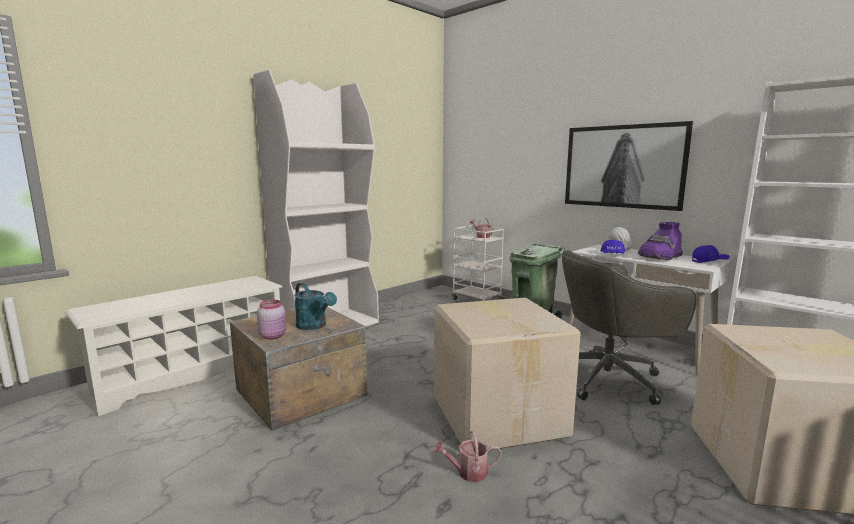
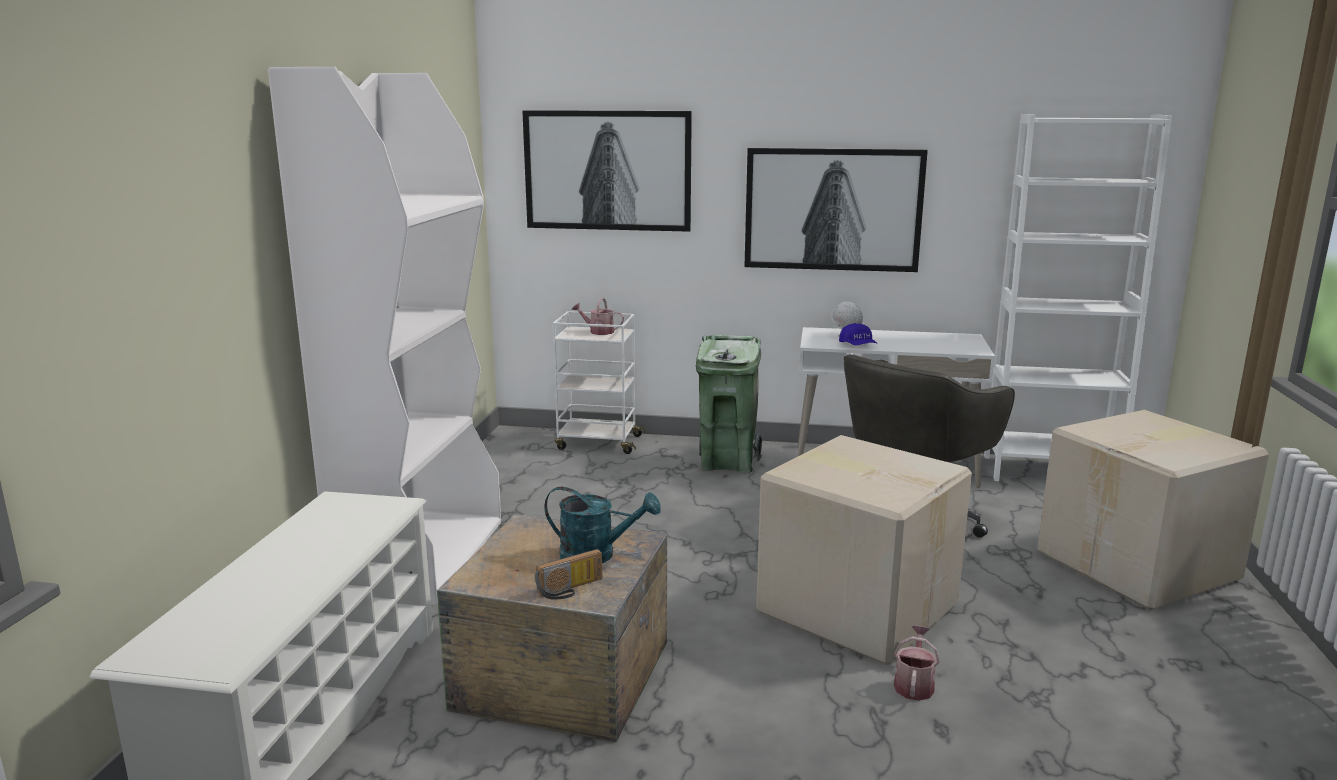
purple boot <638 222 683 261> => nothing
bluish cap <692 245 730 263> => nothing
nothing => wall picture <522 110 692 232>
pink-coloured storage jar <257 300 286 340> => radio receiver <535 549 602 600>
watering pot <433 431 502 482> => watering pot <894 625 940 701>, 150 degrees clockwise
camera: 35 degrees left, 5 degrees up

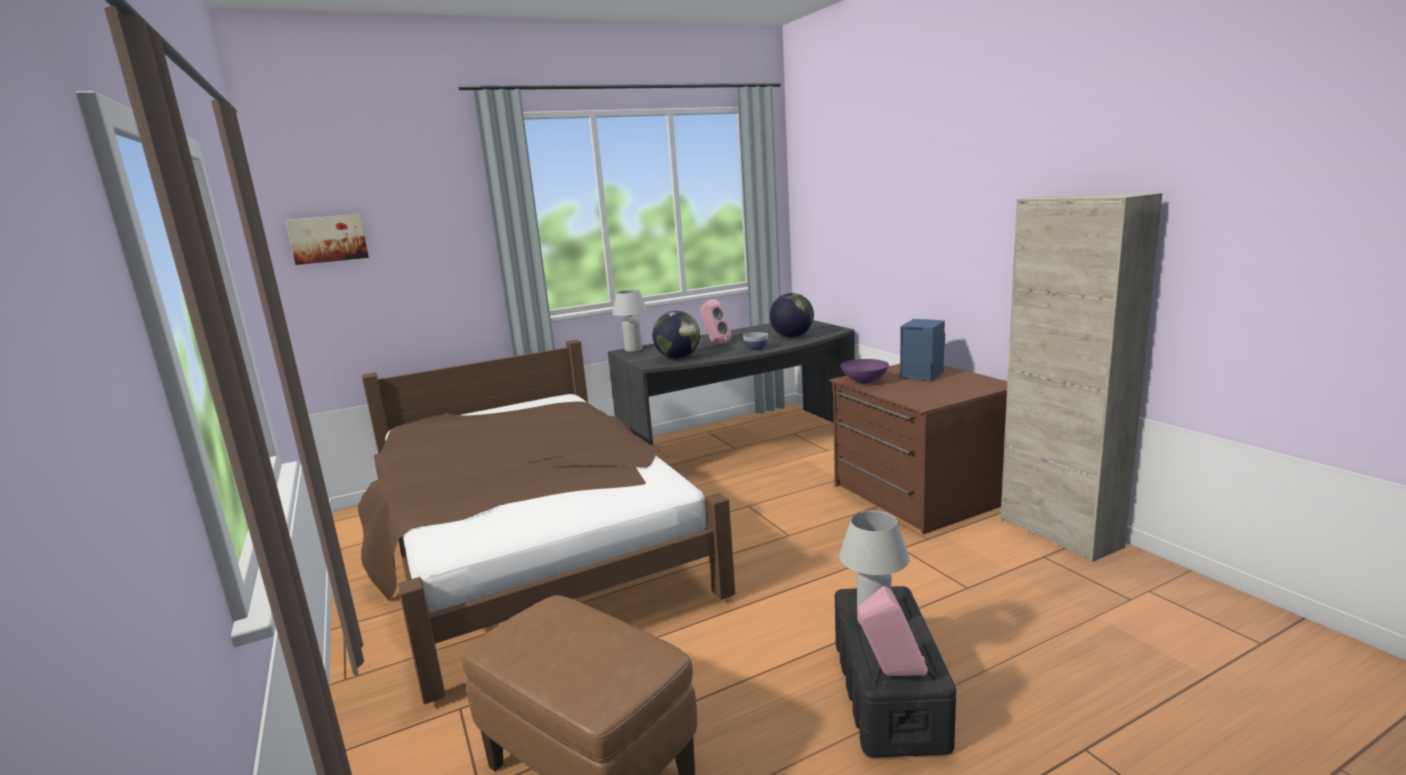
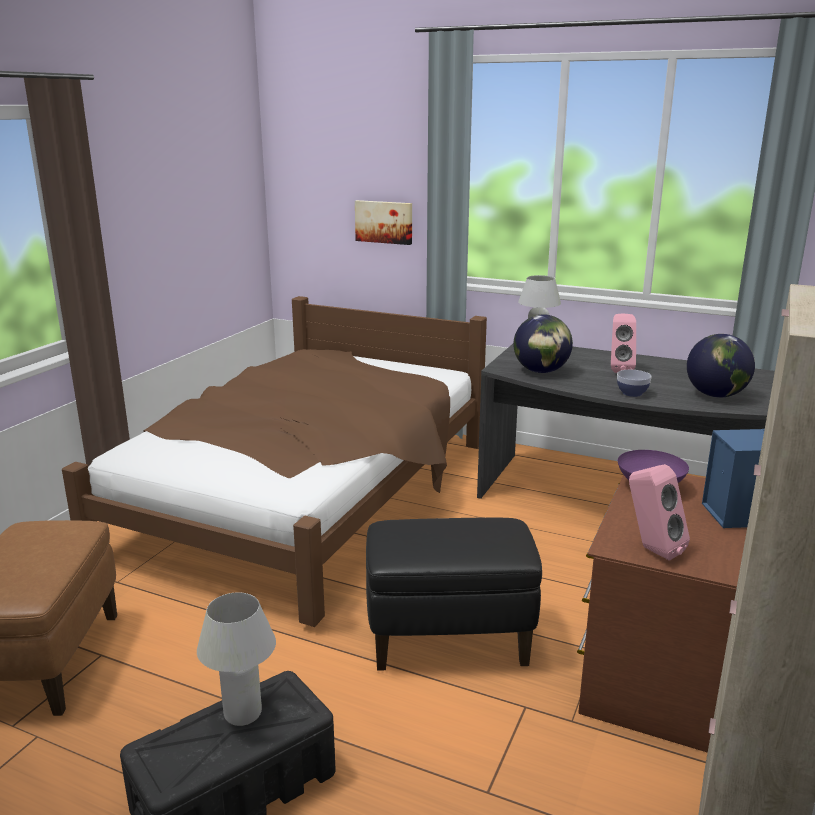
nothing => black ottoman <366 518 542 671>
wall picture <285 214 369 265> => wall picture <355 200 412 245>, shifted
pink-coloured speaker <857 586 928 676> => pink-coloured speaker <629 464 690 561>, shifted
camera: 50 degrees right, 5 degrees up

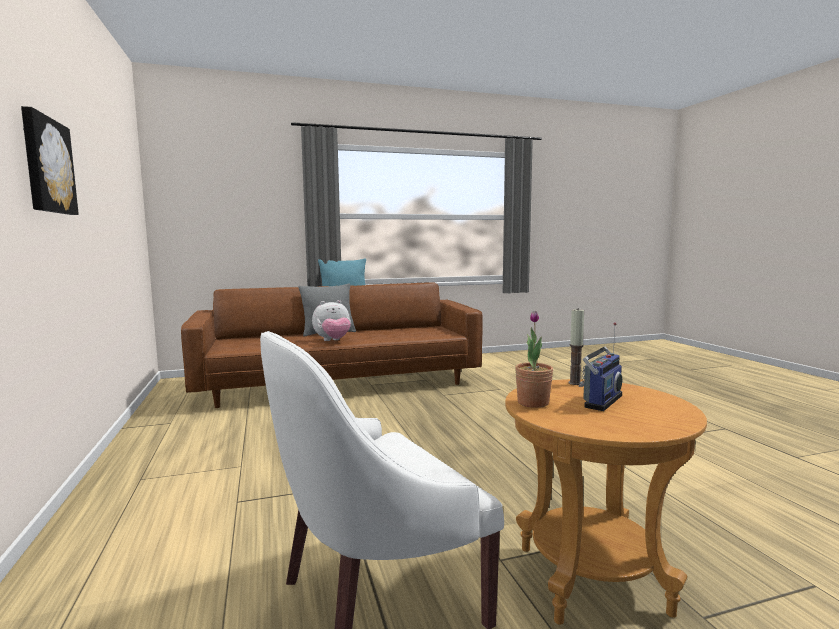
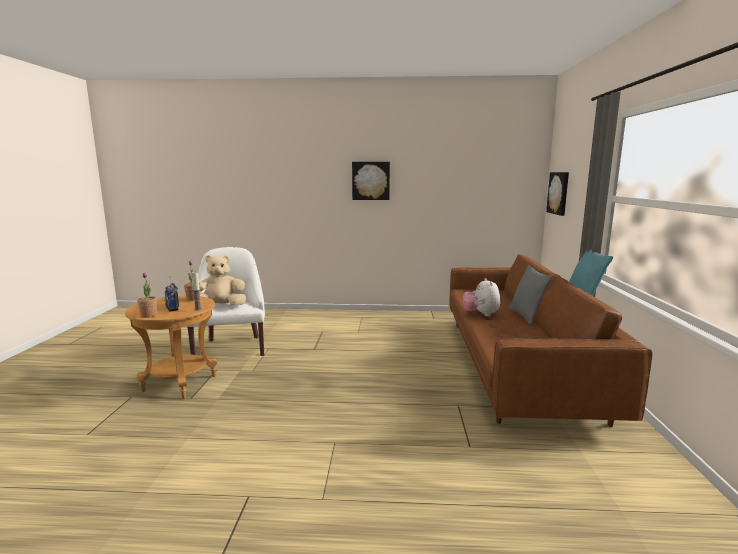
nothing => potted plant <137 273 157 318>
nothing => beige soft toy <199 255 246 306>
nothing => wall picture <546 172 569 216>
camera: 110 degrees right, 5 degrees up

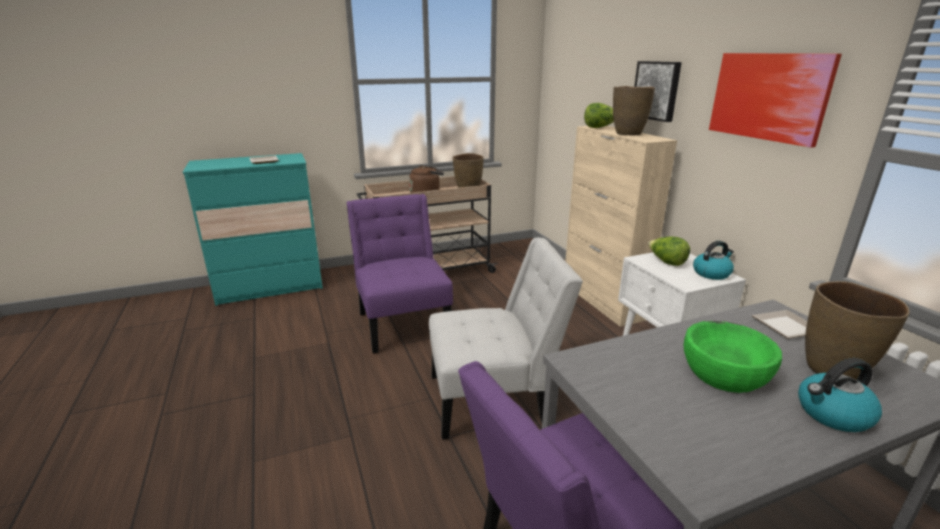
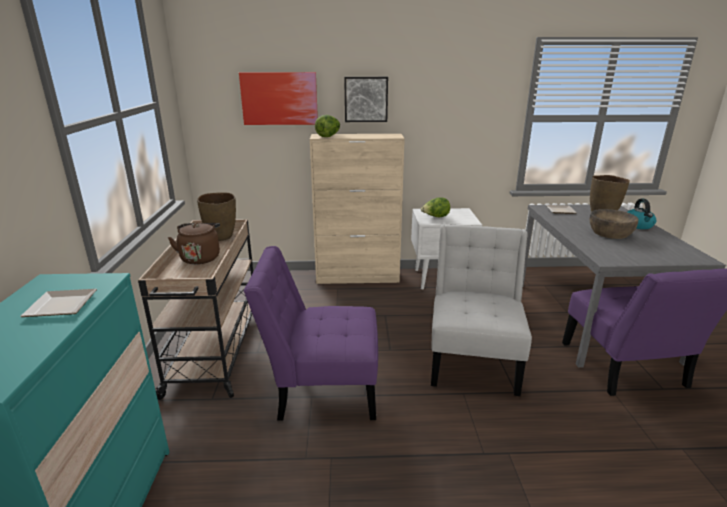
brown-coloured flower vase <613 86 655 135> => nothing
tea kettle <693 241 734 280> => nothing
wall picture <709 53 842 148> => wall picture <239 72 318 125>, shifted
green bowl <684 321 782 393> => brown-coloured bowl <590 209 639 239>
camera: 70 degrees left, 0 degrees up

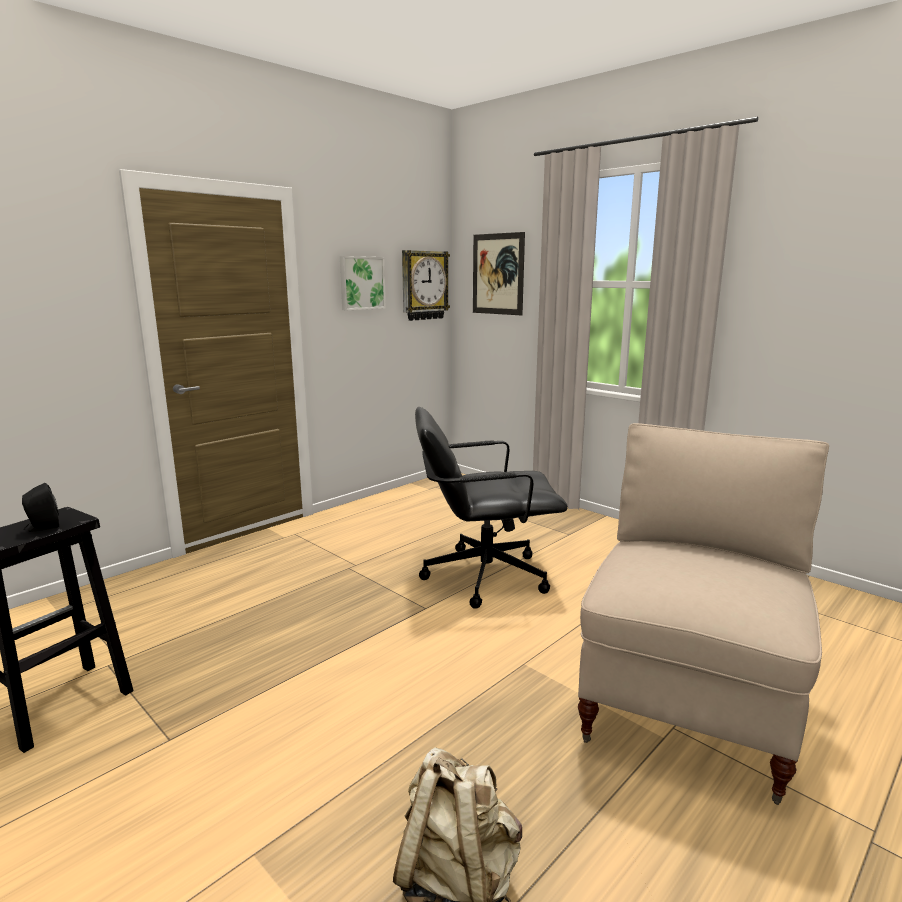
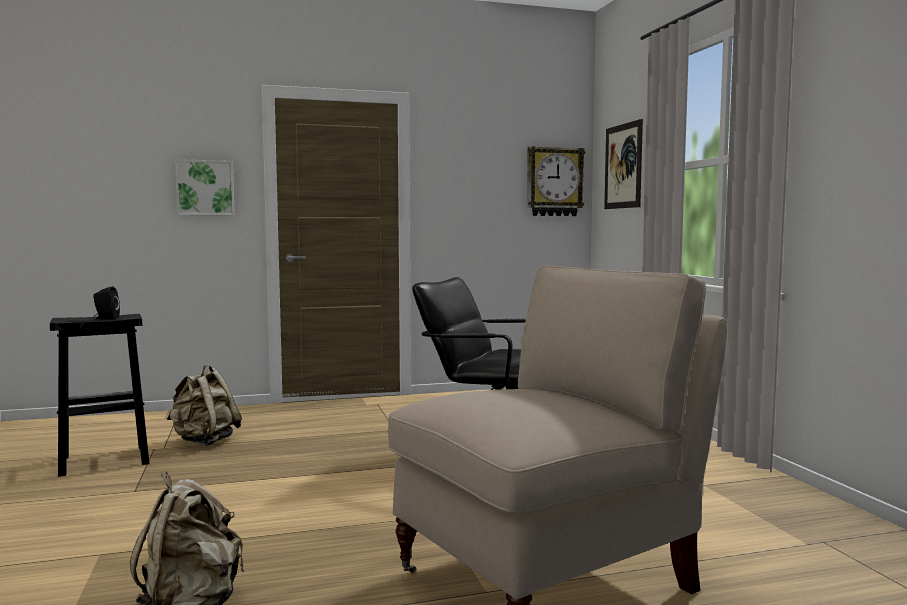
nothing => beige knapsack <167 365 242 446>
wall picture <340 256 386 310> => wall picture <175 159 235 215>, shifted
camera: 30 degrees right, 10 degrees down

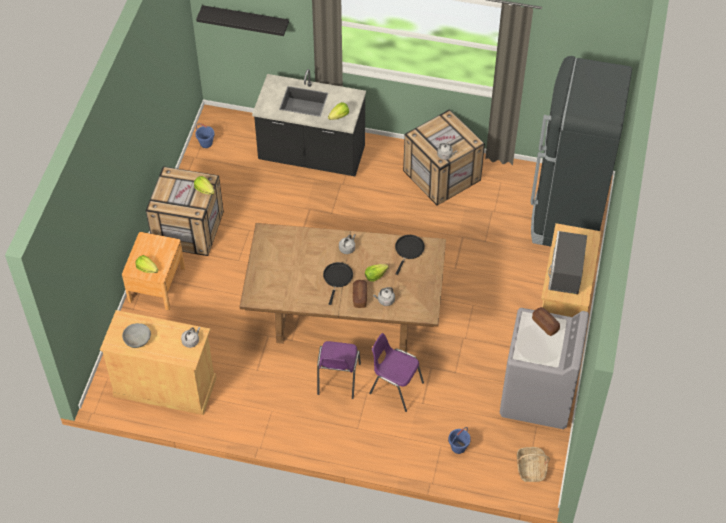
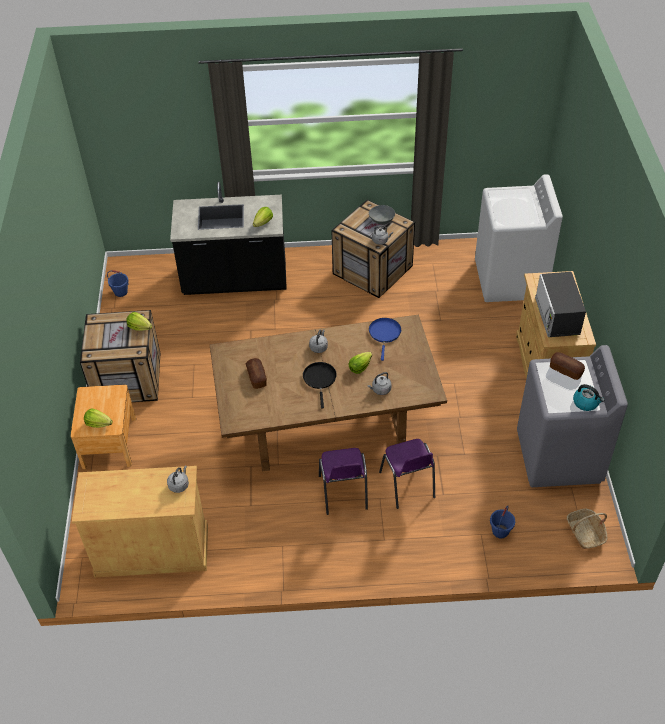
black wall shelf <196 5 289 36> => nothing
nothing => tea kettle <573 384 604 411>
gray bowl <122 323 151 348> => gray bowl <369 205 395 225>, shifted
baked bread <353 280 367 308> => baked bread <246 358 267 389>, shifted
black kitchen fridge <531 56 632 246> => white laundry appliance <475 174 563 302>
black pan <395 235 425 275> => bluish pan <369 318 401 361>
purple plain chair <369 333 424 412> => purple plain chair <379 439 435 509>, 120 degrees counterclockwise
camera: 15 degrees left, 5 degrees down

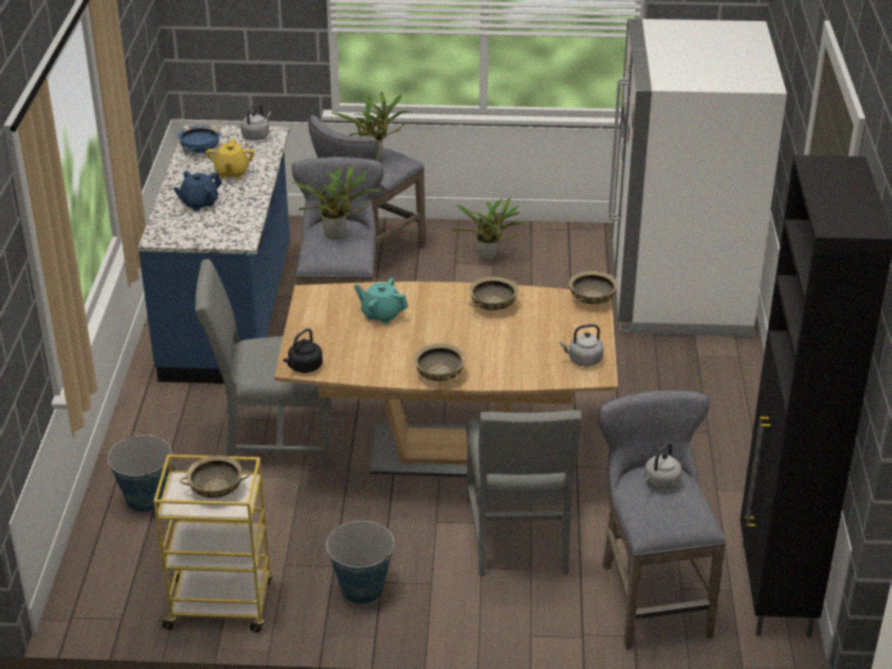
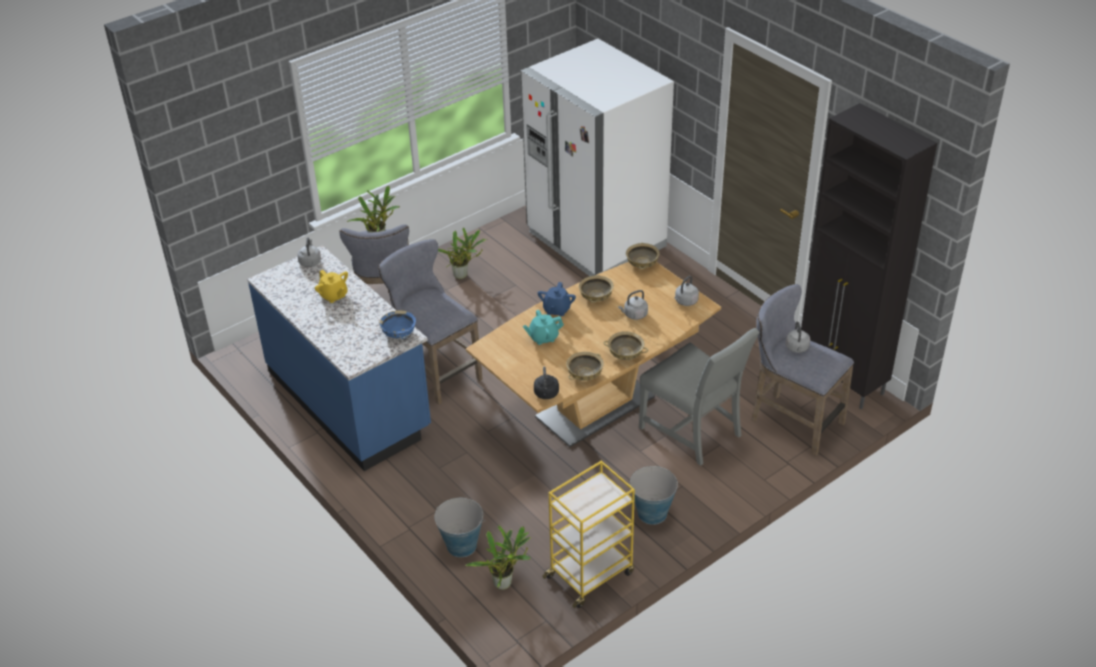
gray plain chair <195 259 332 469> => nothing
nothing => gray tea kettle <618 290 648 320>
bluish teapot <173 171 222 211> => bluish teapot <538 282 576 316>, shifted
bluish bowl <177 125 221 153> => bluish bowl <379 310 416 339>, shifted
beige bowl <180 455 250 498> => beige bowl <566 352 604 381>, shifted
potted plant <292 165 382 239> => potted plant <465 525 531 590>, shifted
camera: 40 degrees left, 5 degrees up

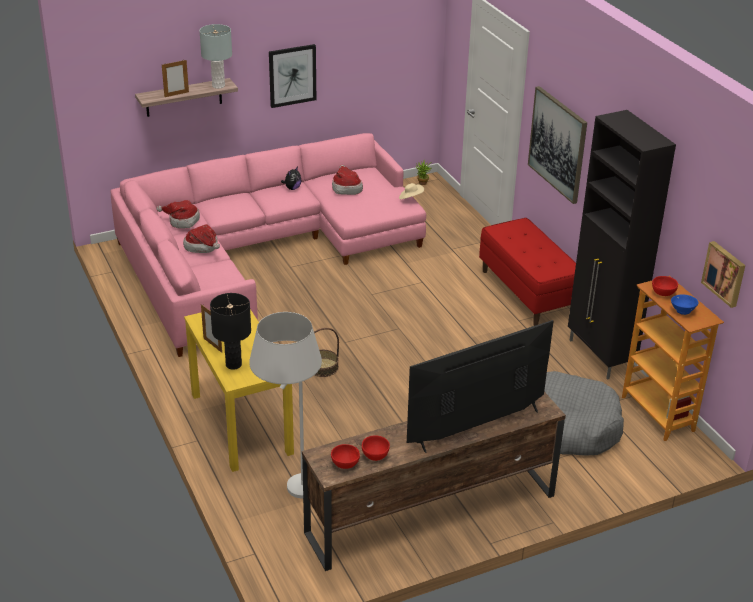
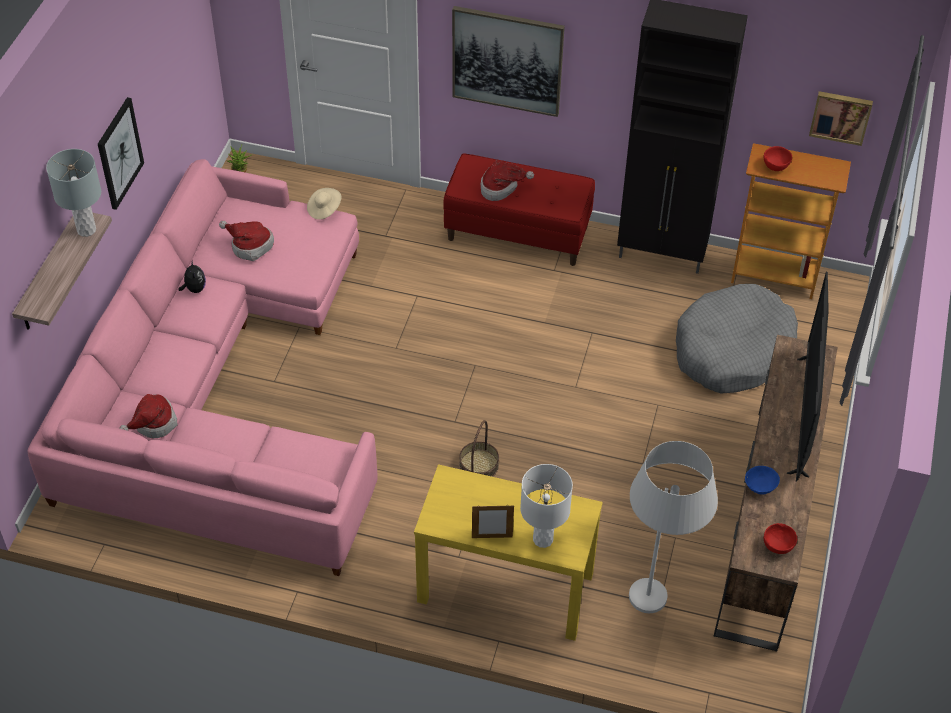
photo frame <162 59 189 97> => nothing
reddish bowl <362 435 390 461> => nothing
hat <183 224 220 253> => hat <481 160 534 201>, shifted
bluish bowl <671 295 698 315> => bluish bowl <745 466 780 495>, shifted
black lamp for a table <210 293 251 370> => white lamp for a table <520 464 573 548>
camera: 50 degrees left, 15 degrees up

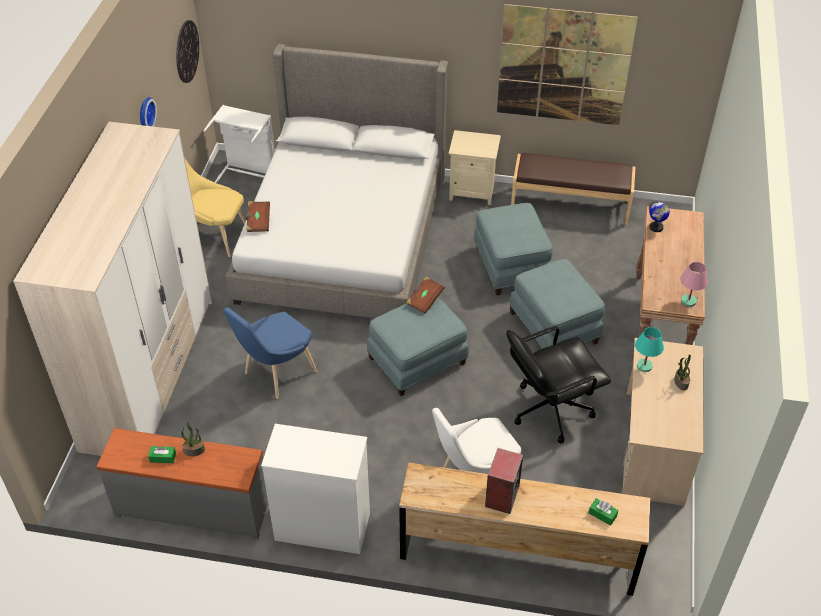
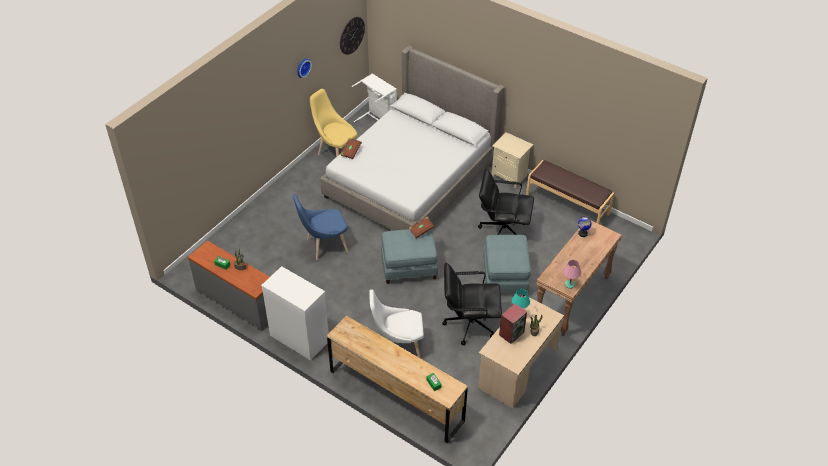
wardrobe <13 122 212 456> => nothing
wall picture <497 4 638 125> => nothing
speaker <485 448 523 514> => speaker <499 304 527 344>, shifted
bluish ottoman <474 203 553 295> => black desk chair <478 169 534 235>
camera: 25 degrees right, 0 degrees up

